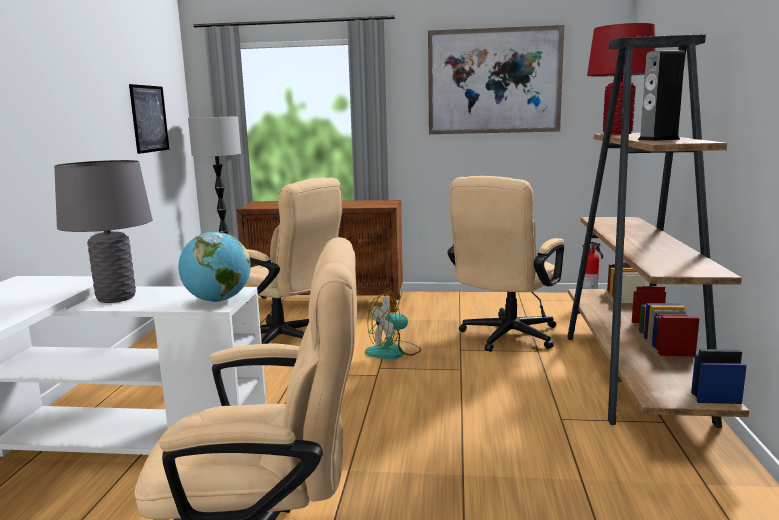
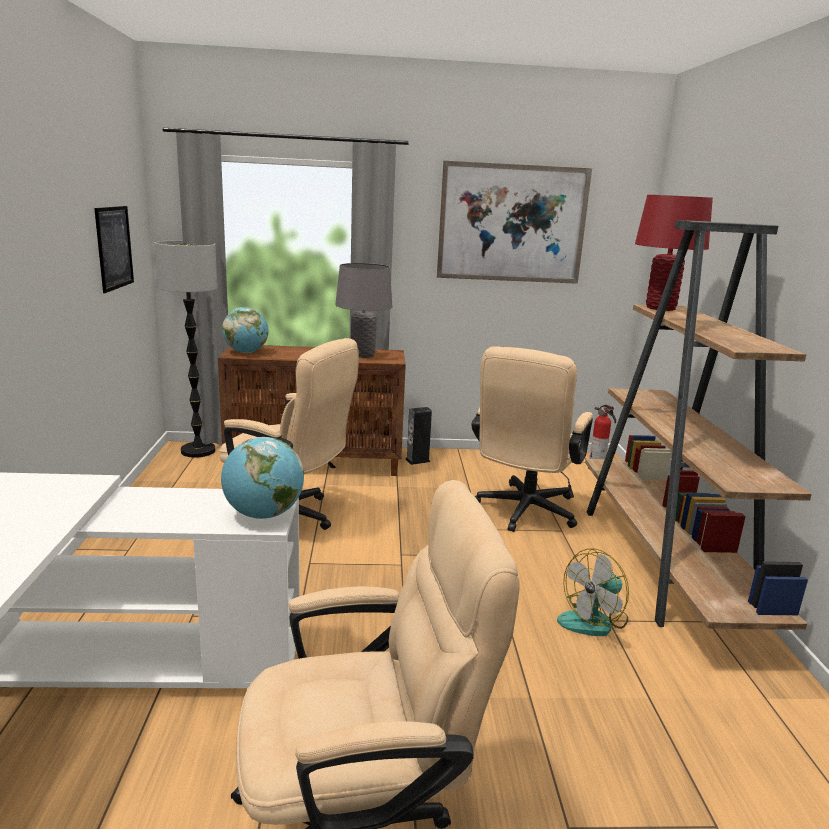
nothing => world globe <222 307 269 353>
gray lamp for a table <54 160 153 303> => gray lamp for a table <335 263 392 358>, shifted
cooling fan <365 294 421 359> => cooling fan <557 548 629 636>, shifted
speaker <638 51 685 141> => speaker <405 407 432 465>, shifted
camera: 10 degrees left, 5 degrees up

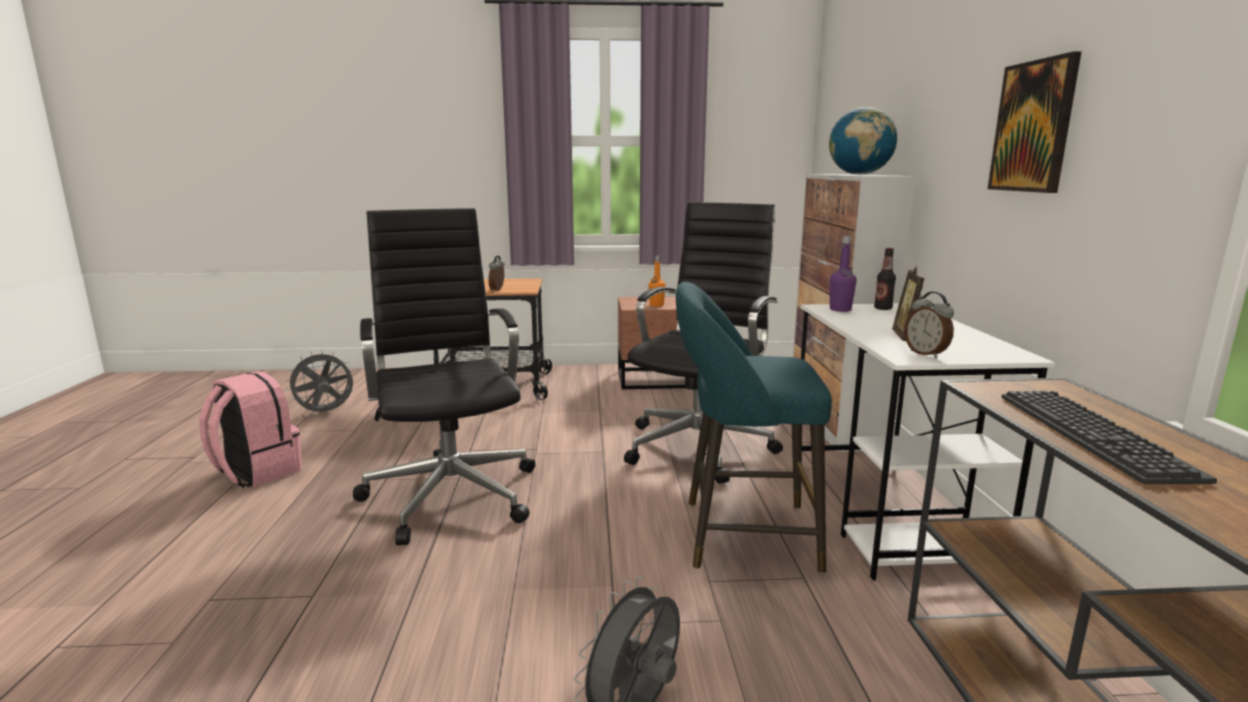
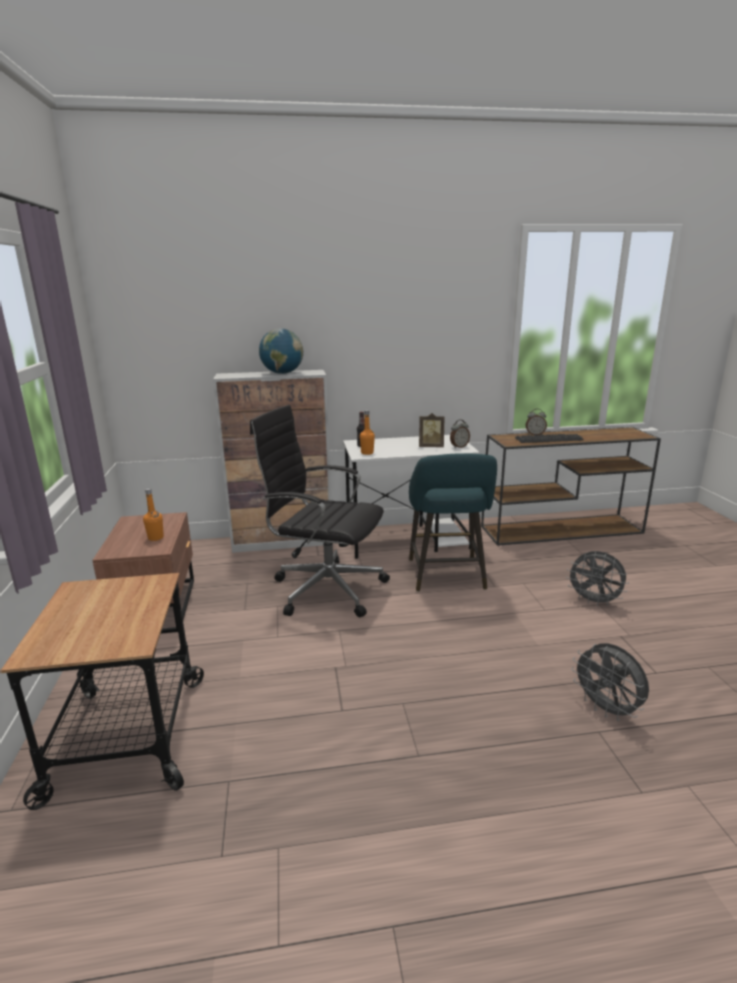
pink-coloured knapsack <199 372 302 488> => nothing
black desk chair <353 208 535 545> => nothing
wall picture <988 52 1081 193> => nothing
gray cooling fan <285 350 355 412> => gray cooling fan <571 643 649 721>, shifted
bedside clock <488 255 505 292> => bedside clock <526 409 547 435>, shifted
purple bottle <830 236 857 312> => orange bottle <360 410 375 455>
camera: 95 degrees left, 5 degrees up

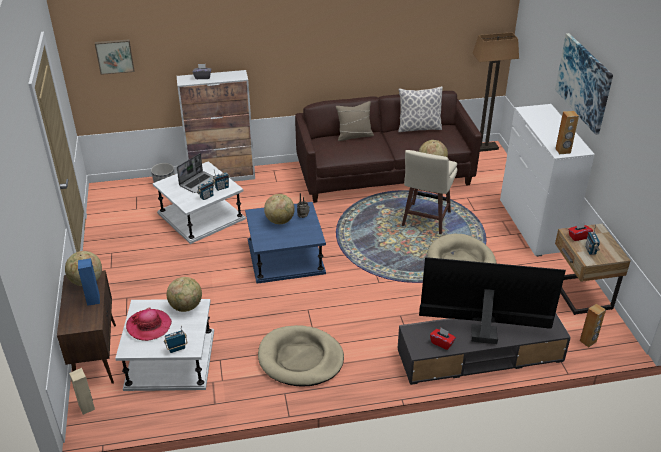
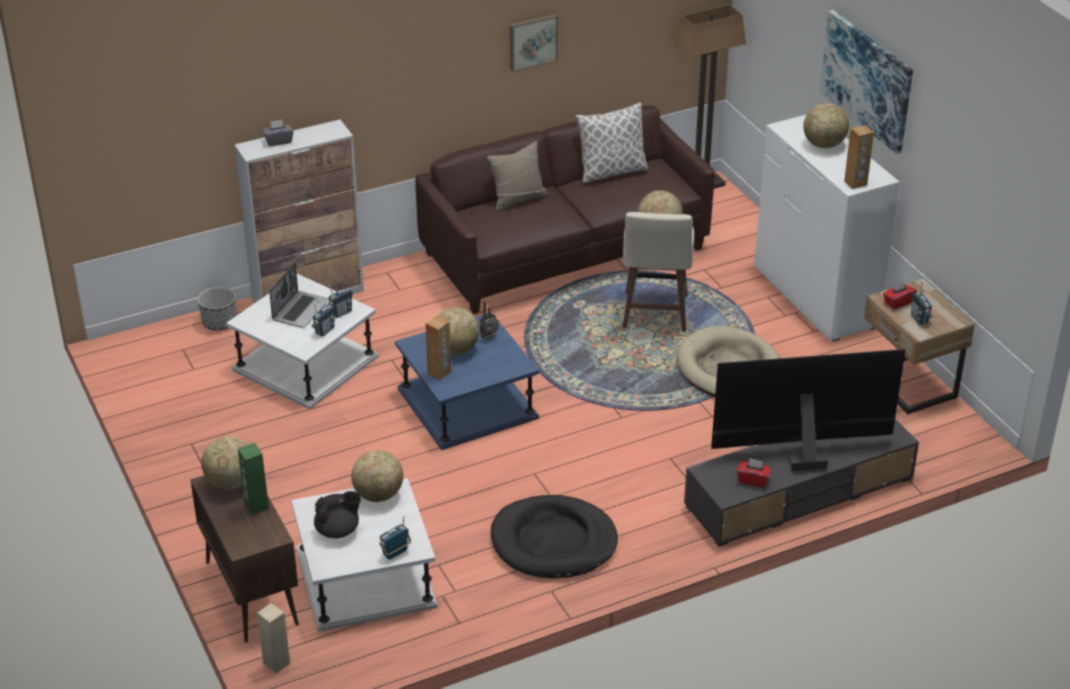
nothing => world globe <803 103 849 148>
wall picture <95 39 134 75> => wall picture <510 14 558 72>, shifted
brown-coloured speaker <580 304 606 347> => brown-coloured speaker <426 316 451 380>, shifted
hat <126 307 172 341> => black teapot <314 491 361 538>
bluish speaker <78 258 100 306> => green speaker <238 443 269 514>
beige dog bed <258 325 344 387> => black dog bed <491 495 618 578>
camera: 15 degrees left, 0 degrees up

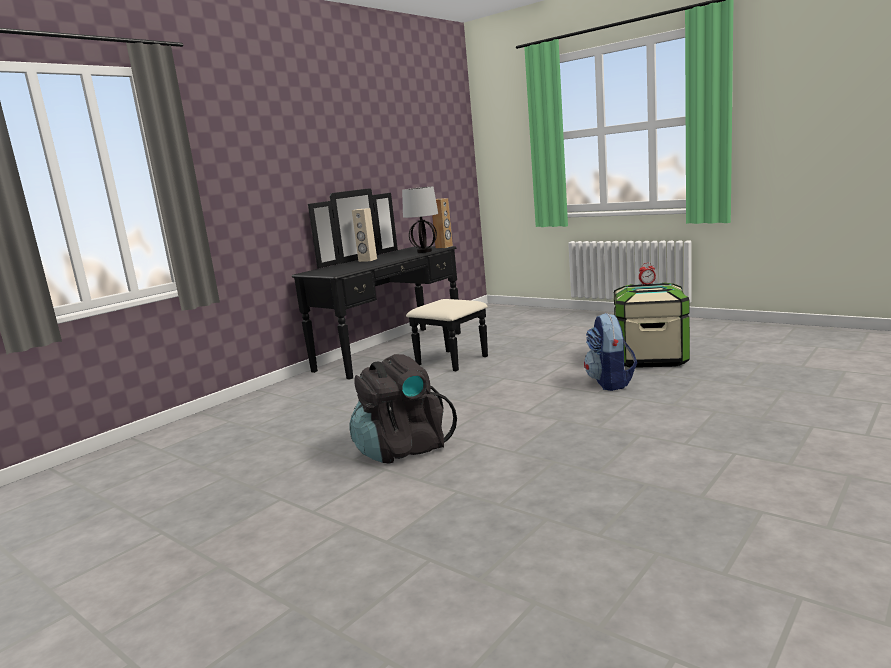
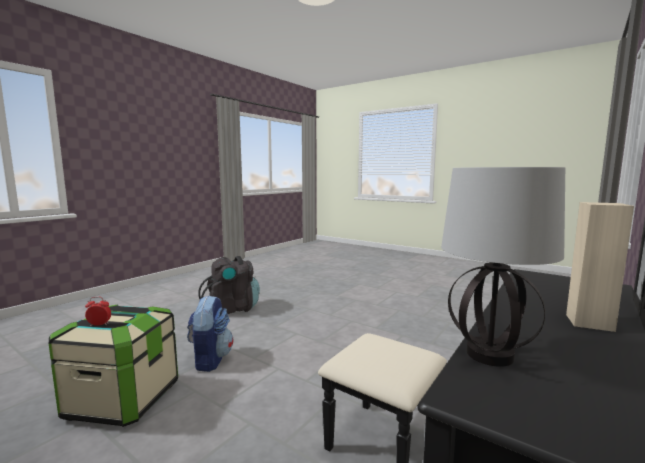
brown-coloured speaker <432 198 453 248> => nothing
black knapsack <350 354 457 464> => black knapsack <198 256 260 314>, shifted
camera: 175 degrees right, 5 degrees down

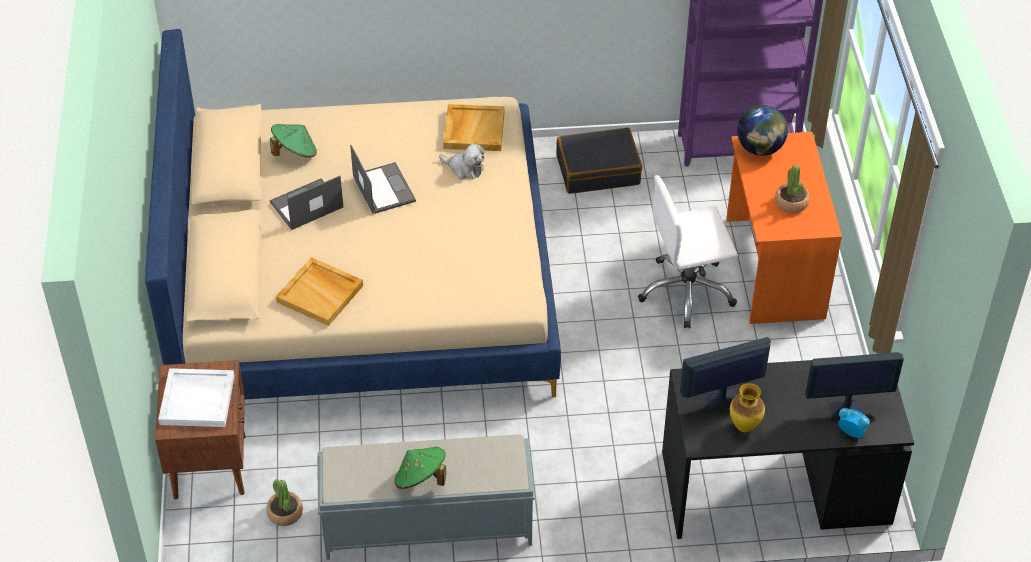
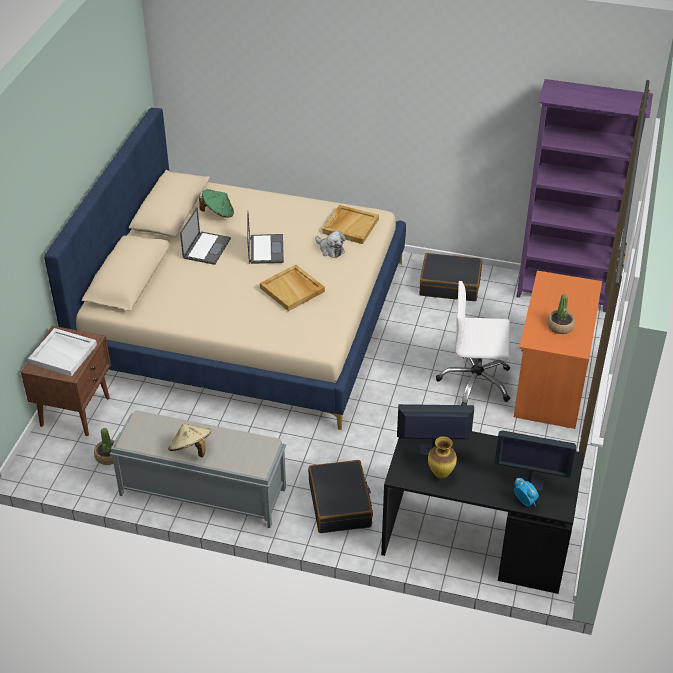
world globe <737 105 788 156> => nothing
nothing => black piece of luggage <308 460 373 533>
beige serving tray <276 257 363 326> => beige serving tray <260 265 325 311>, shifted
green hat <394 447 447 489> => beige hat <168 424 211 458>
portable computer <270 176 343 230> => portable computer <180 207 231 265>, 120 degrees clockwise
camera: 20 degrees right, 5 degrees down

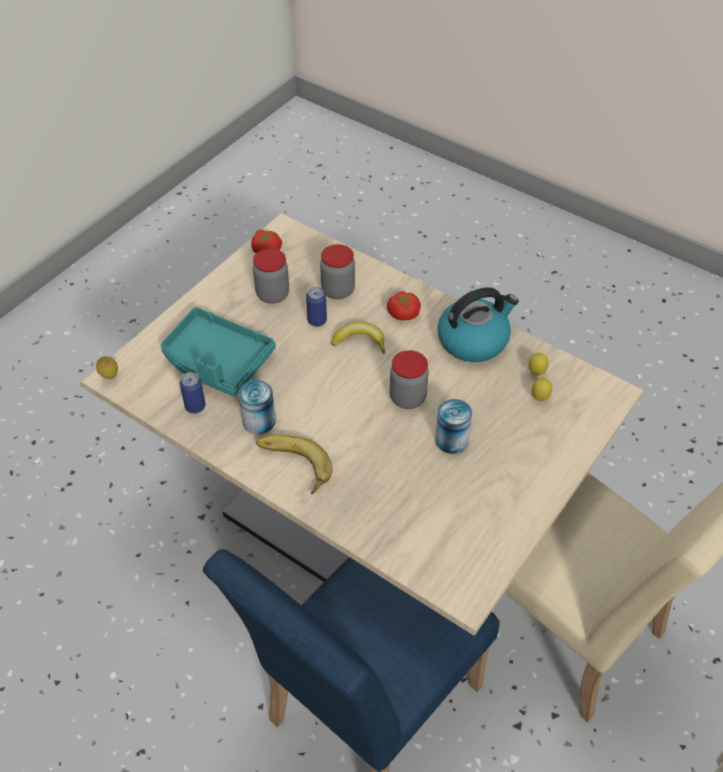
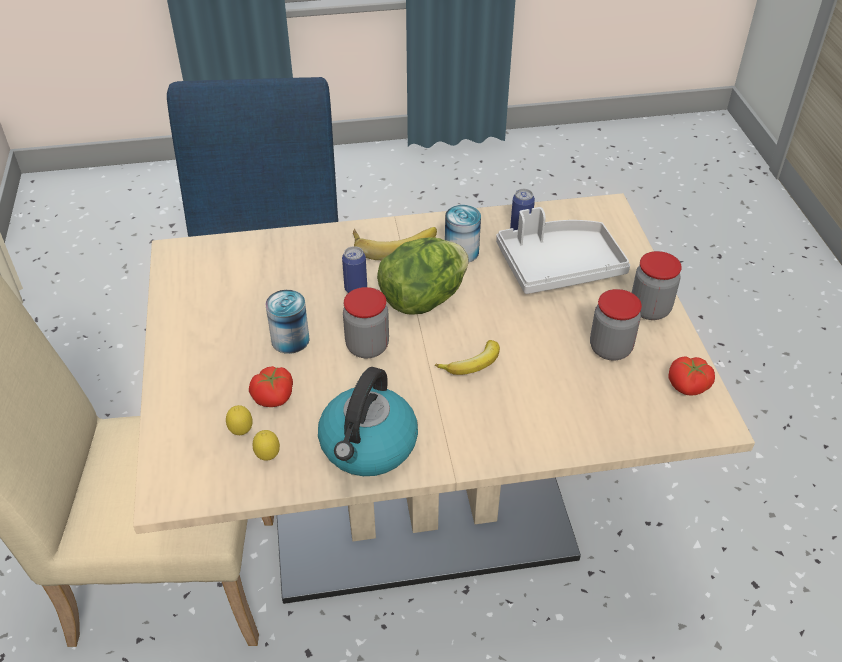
whole lemon <96 356 118 379> => nothing
nothing => head of lettuce <377 237 469 315>
metal can <306 287 327 327> => metal can <342 246 367 293>, shifted
storage jar <320 244 355 299> => storage jar <632 251 682 320>, shifted
tomato <387 291 421 320> => tomato <249 366 293 407>, shifted
turquoise serving tray <161 307 276 397> => gray serving tray <496 207 630 294>
camera: 135 degrees right, 5 degrees down

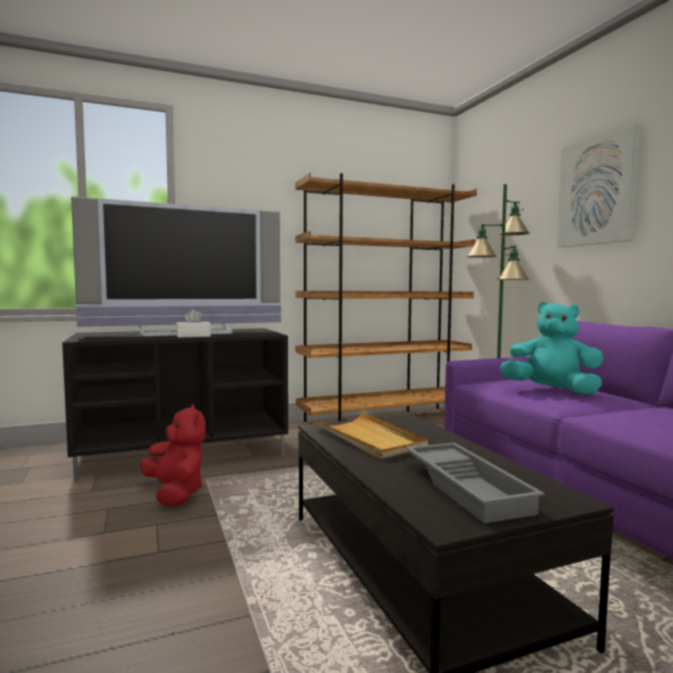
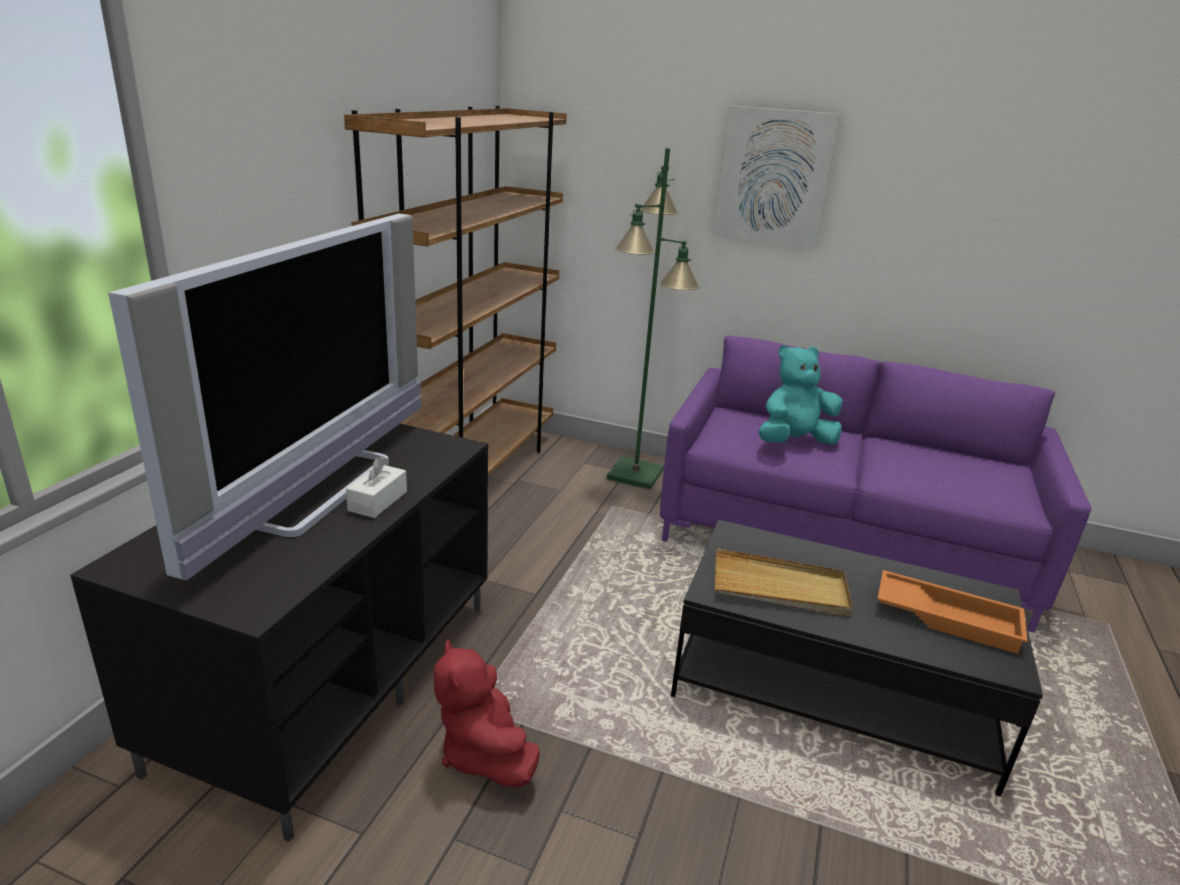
gray serving tray <406 443 545 523> => orange serving tray <877 570 1027 654>
reddish soft toy <140 404 206 506> => reddish soft toy <434 640 540 788>, 120 degrees counterclockwise
camera: 50 degrees left, 20 degrees up

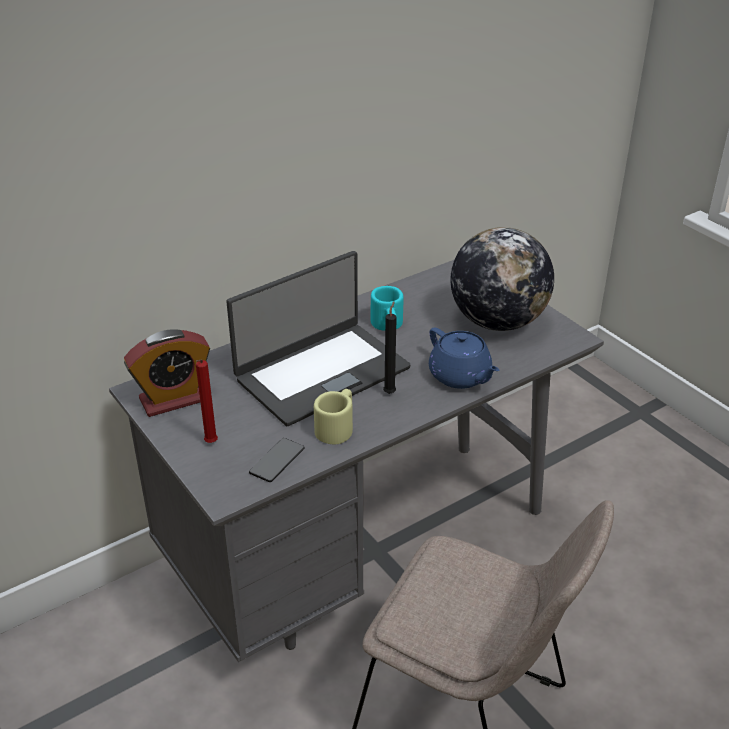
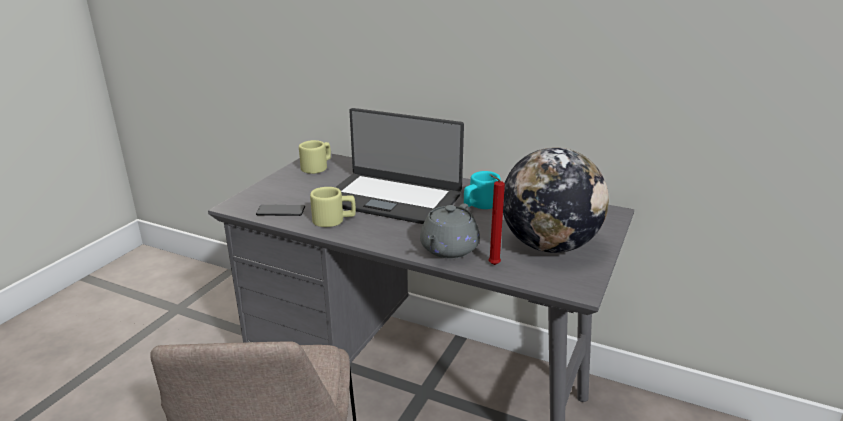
black wax light <383 302 397 394> => nothing
reddish wax light <196 360 218 443> => reddish wax light <488 175 505 265>, shifted
bedside clock <124 329 210 417> => beige tea mug <299 140 331 174>
bluish teapot <429 327 499 389> => gray teapot <420 203 480 258>
camera: 60 degrees right, 10 degrees down

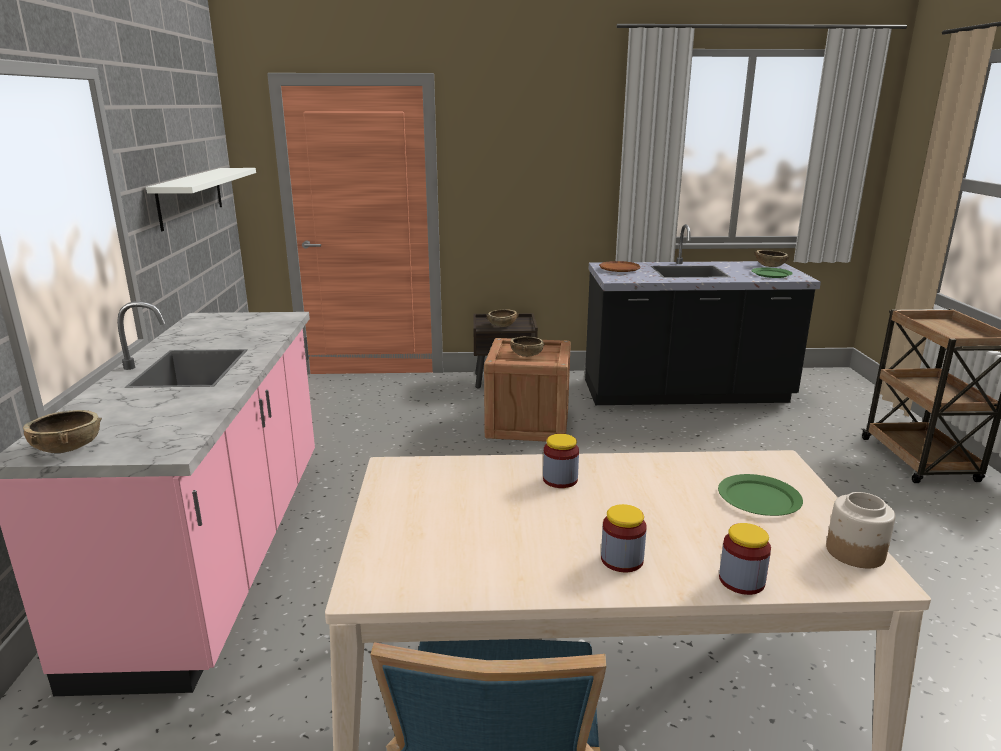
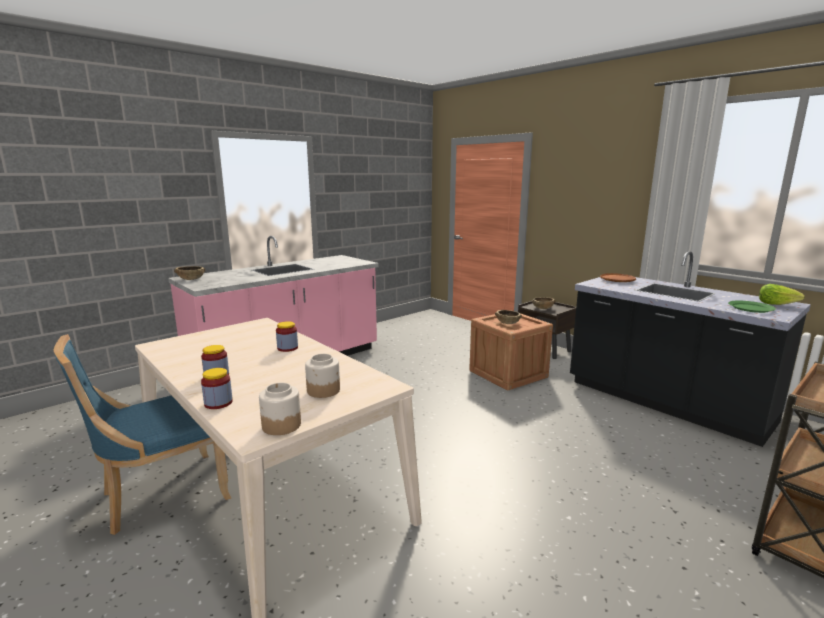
white wall shelf <146 168 256 231> => nothing
green dinner plate <718 474 803 516> => storage jar <305 354 340 398>
brown-coloured bowl <754 250 789 267> => head of lettuce <759 284 805 305>
camera: 50 degrees right, 5 degrees down

